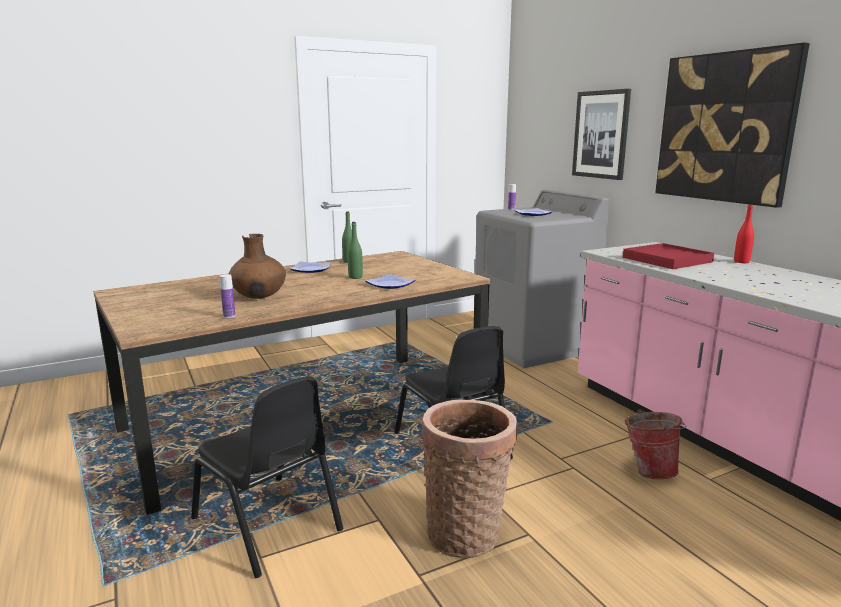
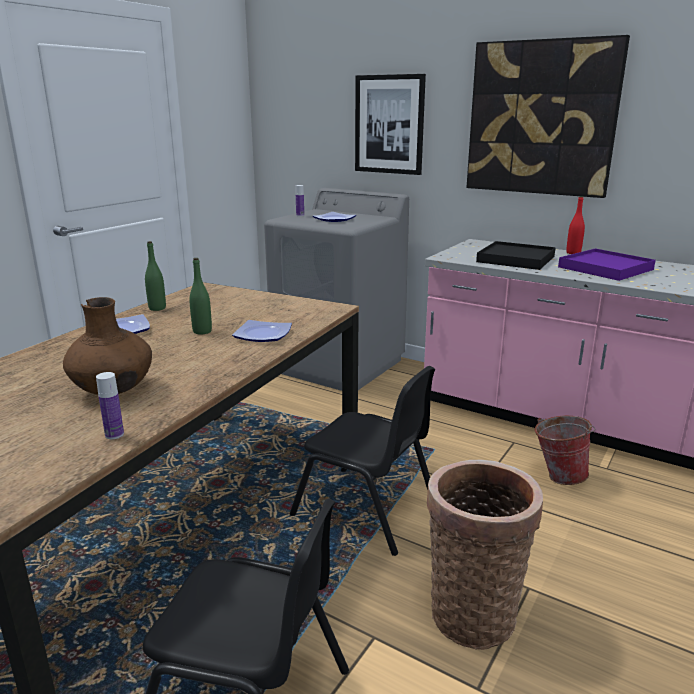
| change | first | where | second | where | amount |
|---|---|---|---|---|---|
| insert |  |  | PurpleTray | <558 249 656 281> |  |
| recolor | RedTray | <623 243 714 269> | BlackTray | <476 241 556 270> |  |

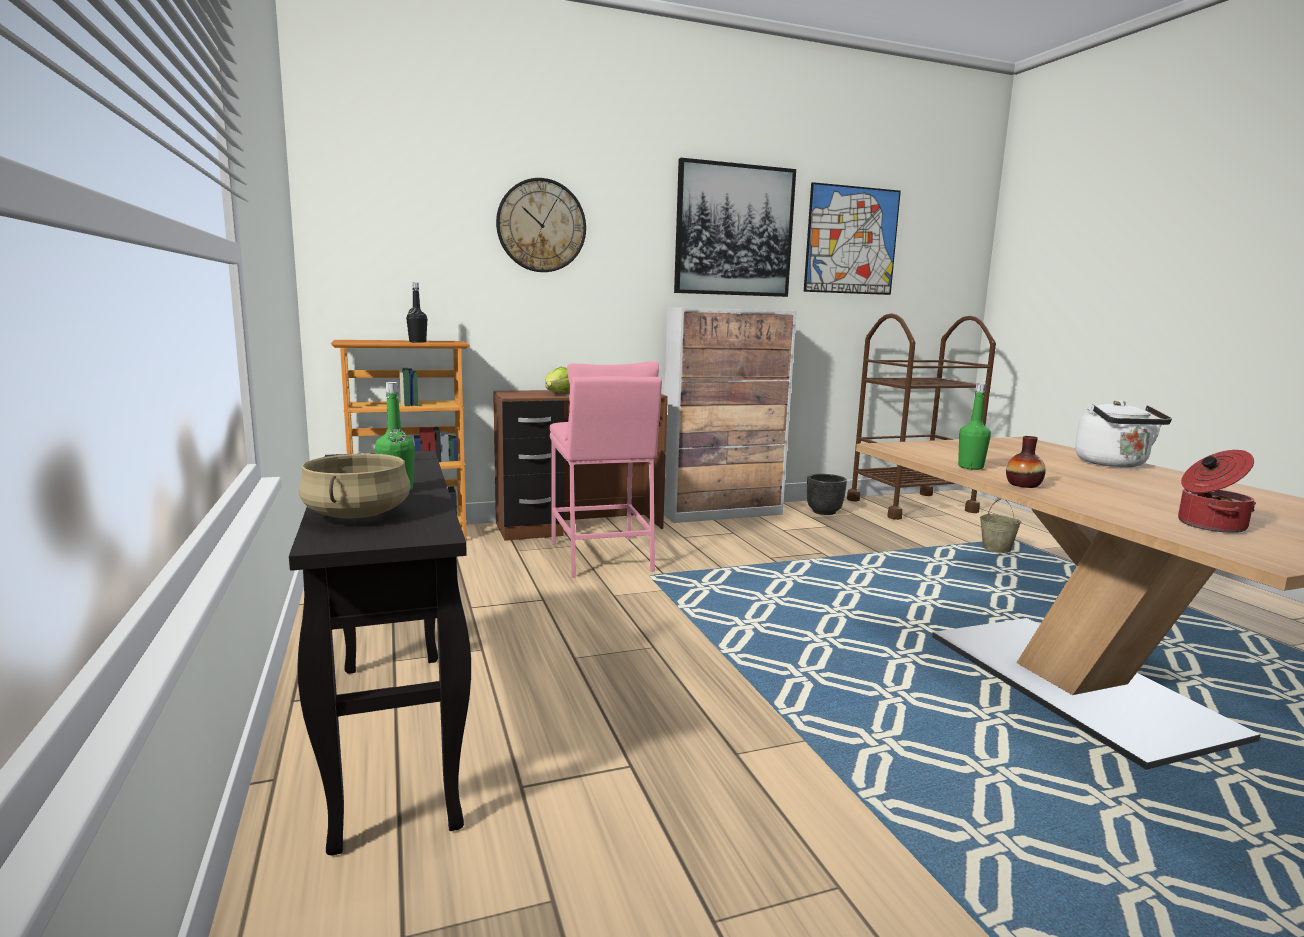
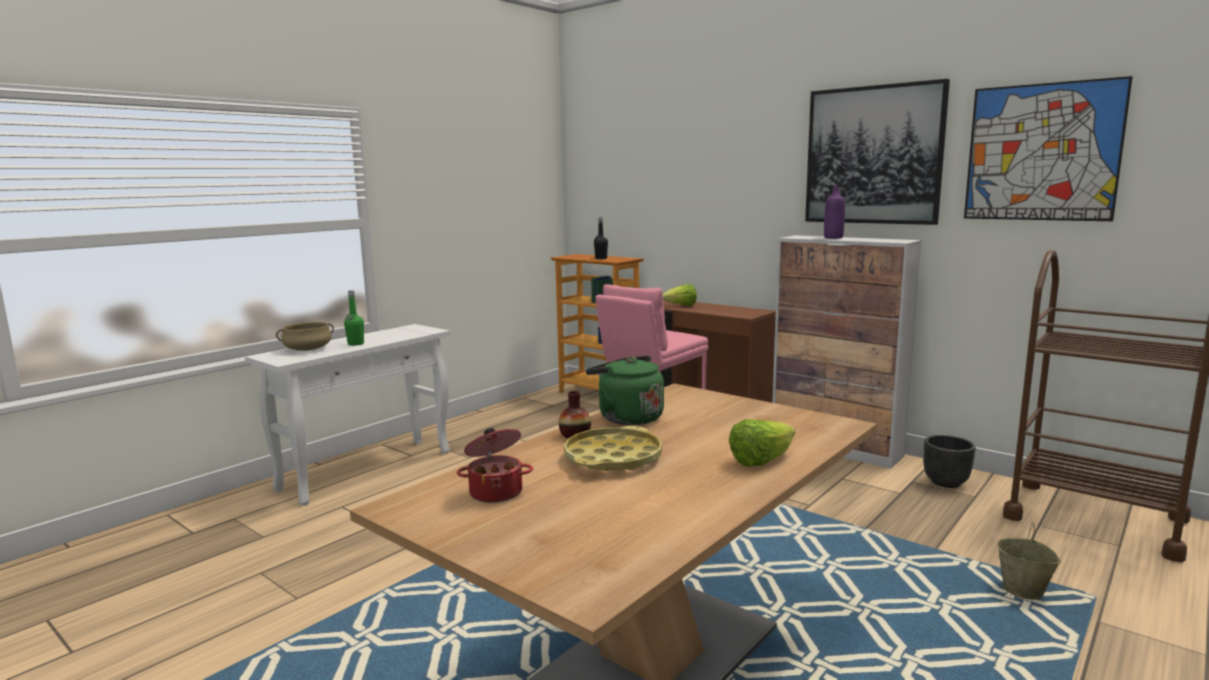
| change | first | where | second | where | amount |
|---|---|---|---|---|---|
| delete | WallClock | <496 178 586 272> |  |  |  |
| insert |  |  | YellowTray | <564 426 662 471> |  |
| insert |  |  | PurpleBottle | <824 186 845 239> |  |
| replace | GreenBottle | <958 384 991 470> | GreenKettle | <586 356 664 425> |  |
| replace | WhiteKettle | <1075 400 1172 467> | Lettuce | <729 419 795 467> |  |
| recolor | BlackConsoleTable | <289 451 471 855> | WhiteConsoleTable | <245 324 451 506> |  |

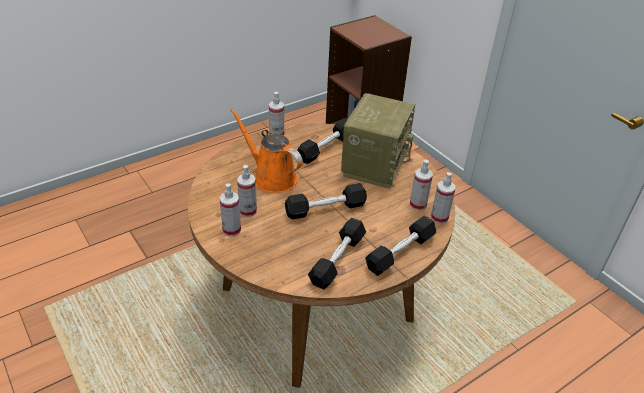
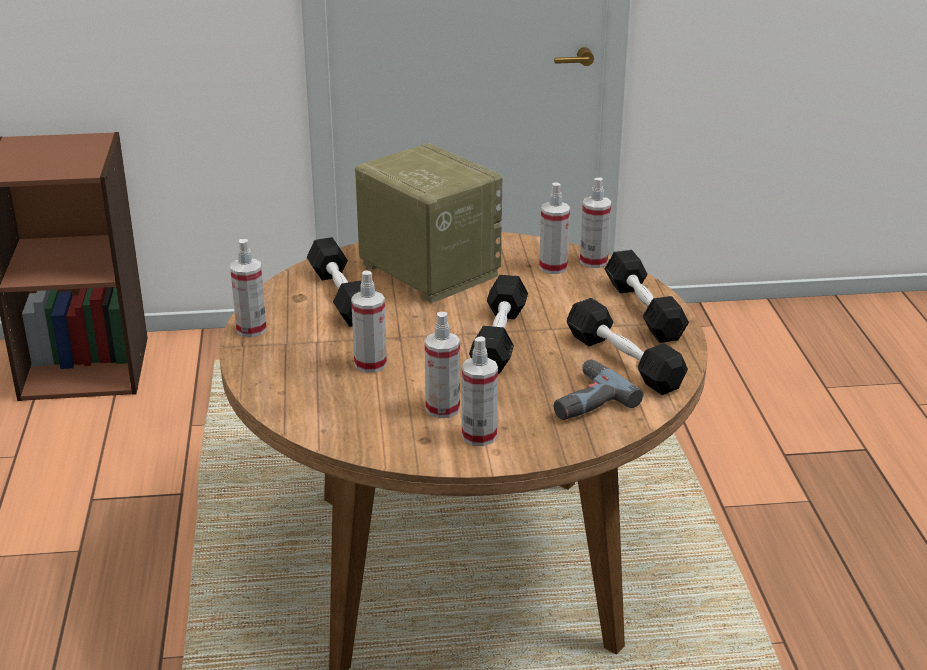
| change | first | where | second | where | amount |
|---|---|---|---|---|---|
| insert |  |  | PowerDrill | <554 359 643 420> |  |
| replace | OrangeWateringCan | <230 108 303 193> | SprayBottle | <351 271 387 373> |  |

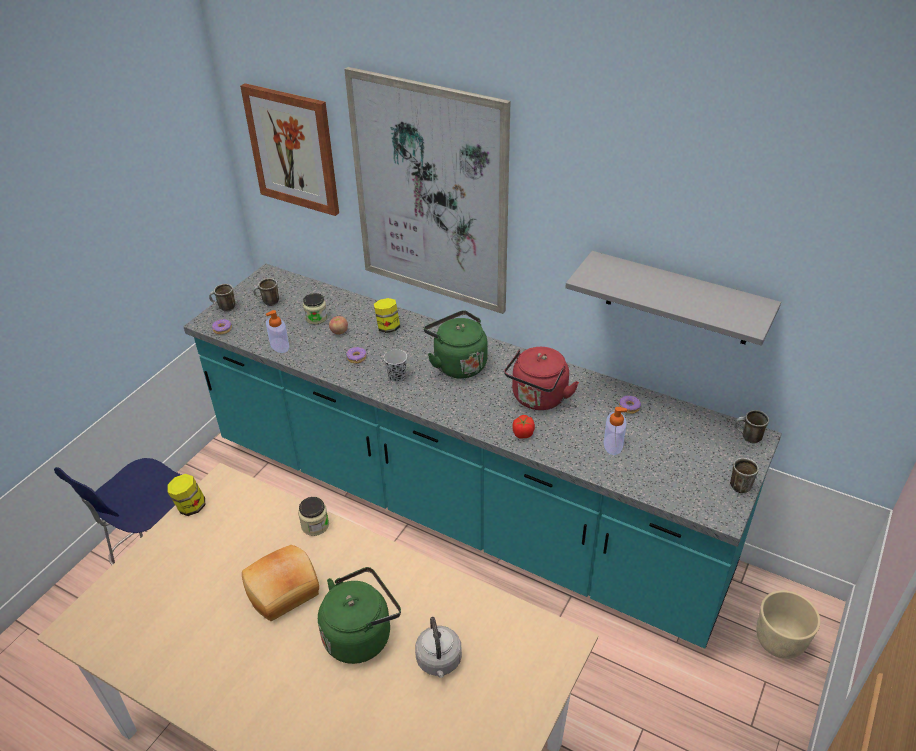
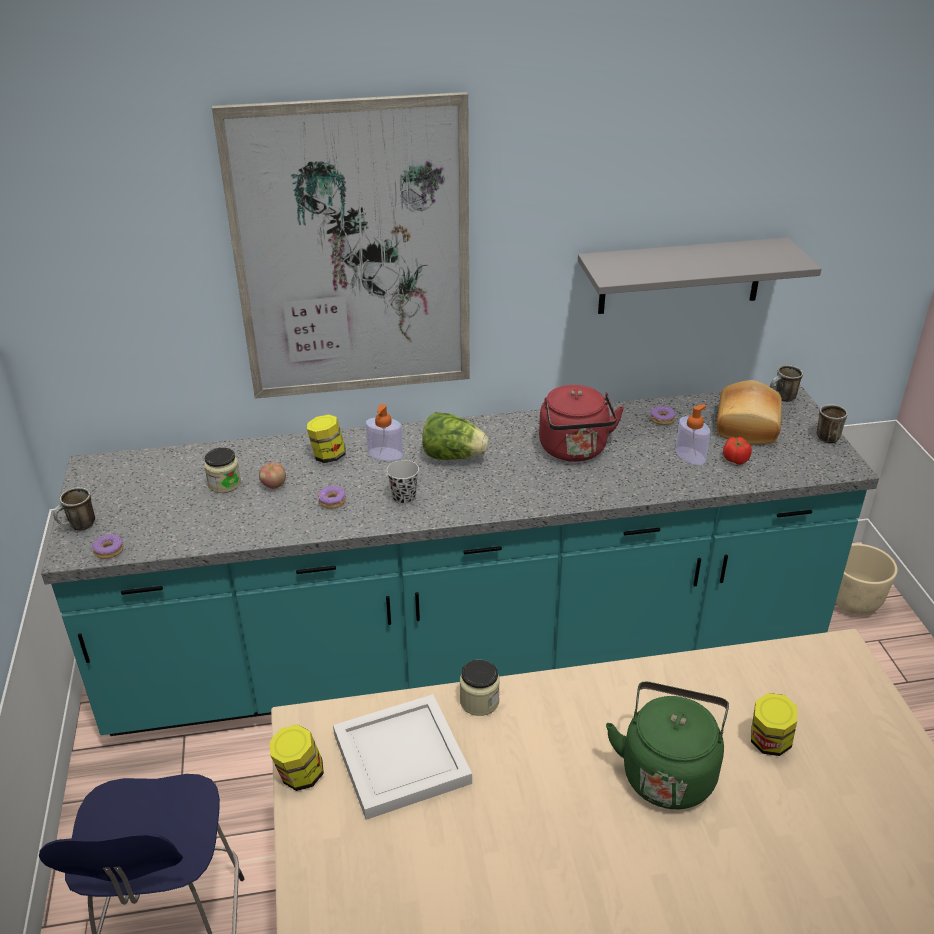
| change | first | where | second | where | amount |
|---|---|---|---|---|---|
| delete | Picture | <240 83 339 216> |  |  |  |
| delete | Mug | <253 278 279 306> |  |  |  |
| insert |  |  | WhiteTray | <333 694 472 820> |  |
| move | Bread | <242 545 319 621> |  | <717 380 782 445> |  |
| move | SoapDispenser | <266 310 289 353> |  | <366 404 403 461> |  |
| move | Tomato | <512 415 535 439> |  | <723 437 752 465> |  |
| replace | GreyKettle | <415 617 462 678> | Jar | <751 693 797 756> |  |
| replace | GreenKettle | <424 310 488 379> | Lettuce | <422 412 489 460> |  |

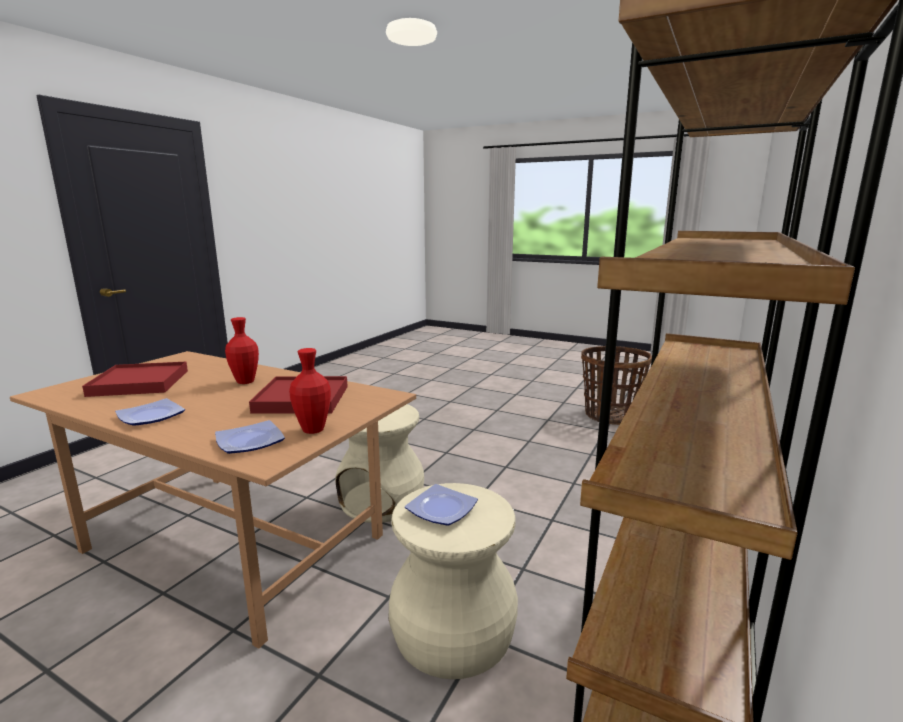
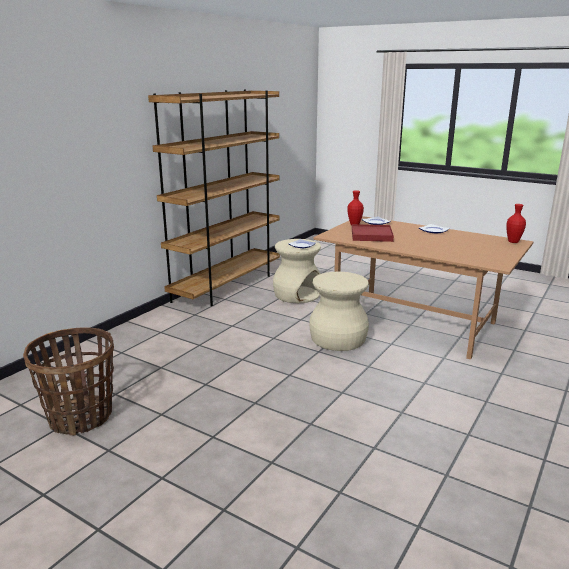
| change | first | where | second | where | amount |
|---|---|---|---|---|---|
| delete | RedTray | <82 362 188 397> |  |  |  |
| move | RedVase | <225 317 259 384> |  | <506 204 526 243> |  |

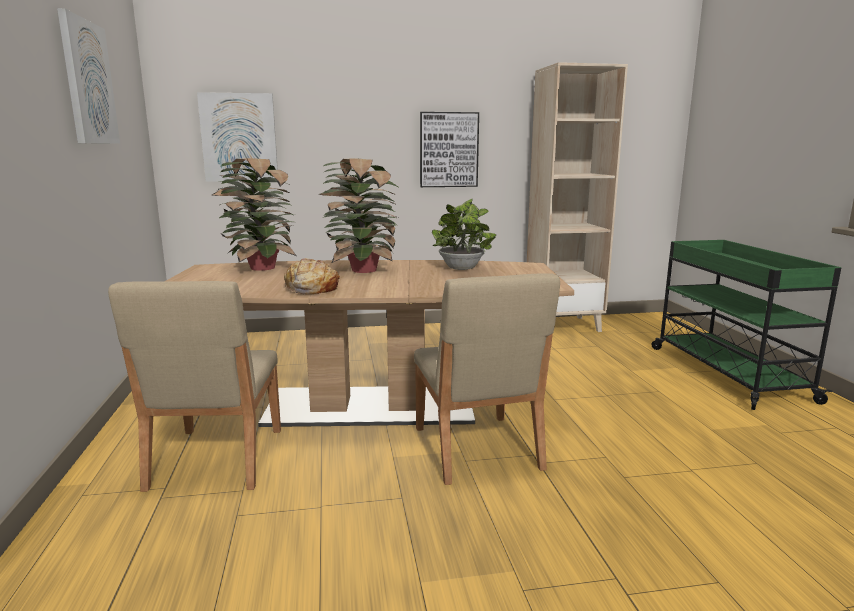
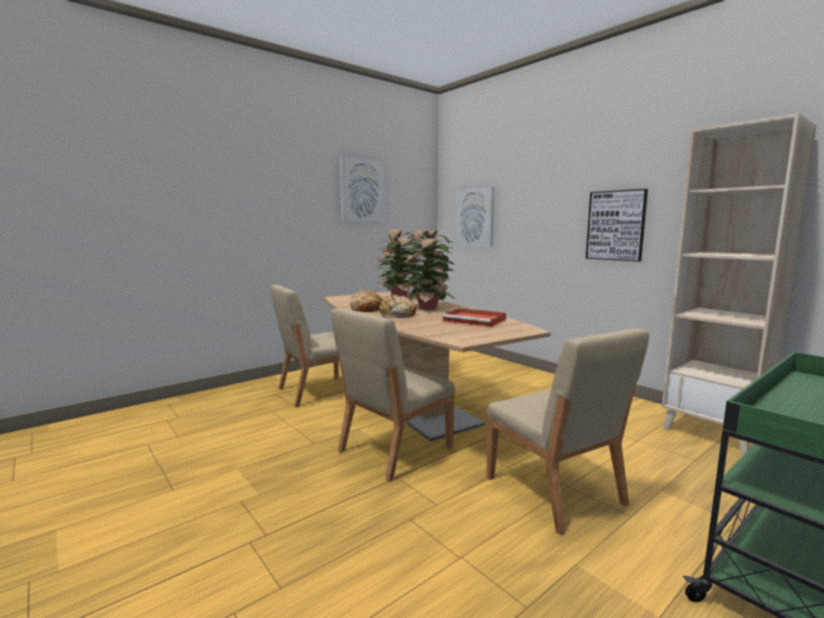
| change | first | where | second | where | amount |
|---|---|---|---|---|---|
| insert |  |  | Bread | <379 295 416 318> |  |
| insert |  |  | BeigeChair | <487 328 649 535> |  |
| replace | PottedPlant | <432 199 496 270> | RedTray | <442 308 506 327> |  |

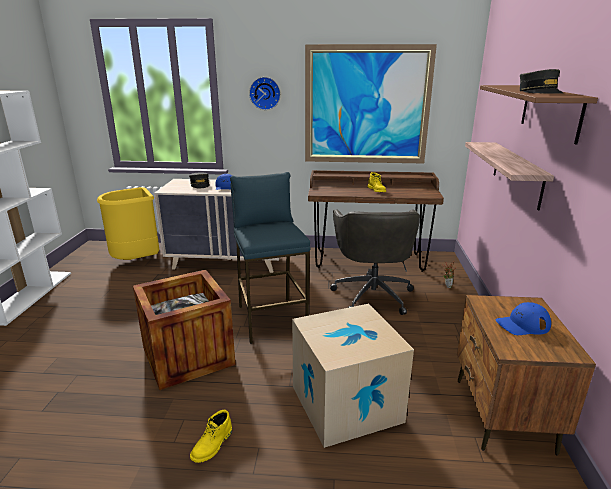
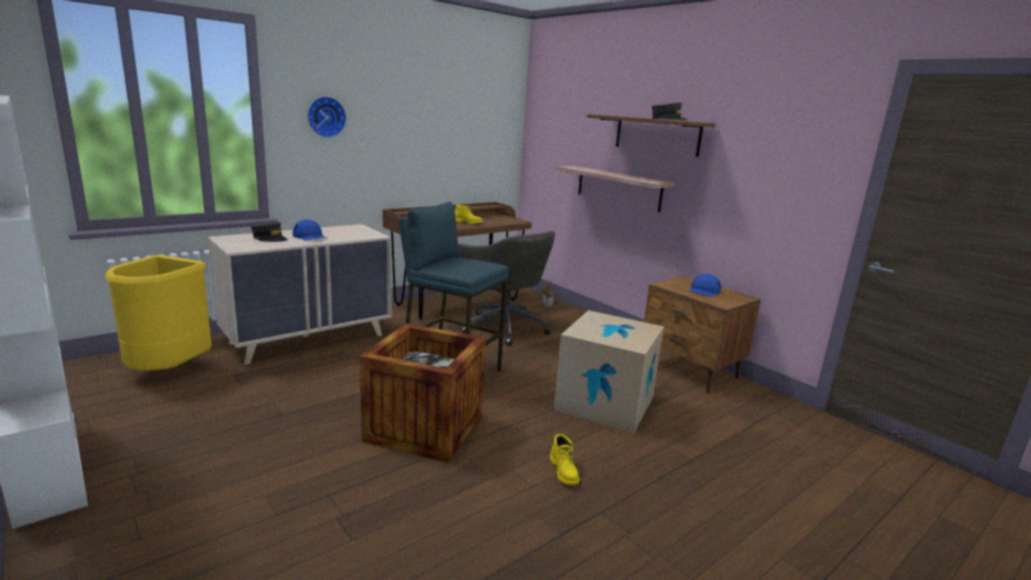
| change | first | where | second | where | amount |
|---|---|---|---|---|---|
| delete | Picture | <305 44 437 163> |  |  |  |

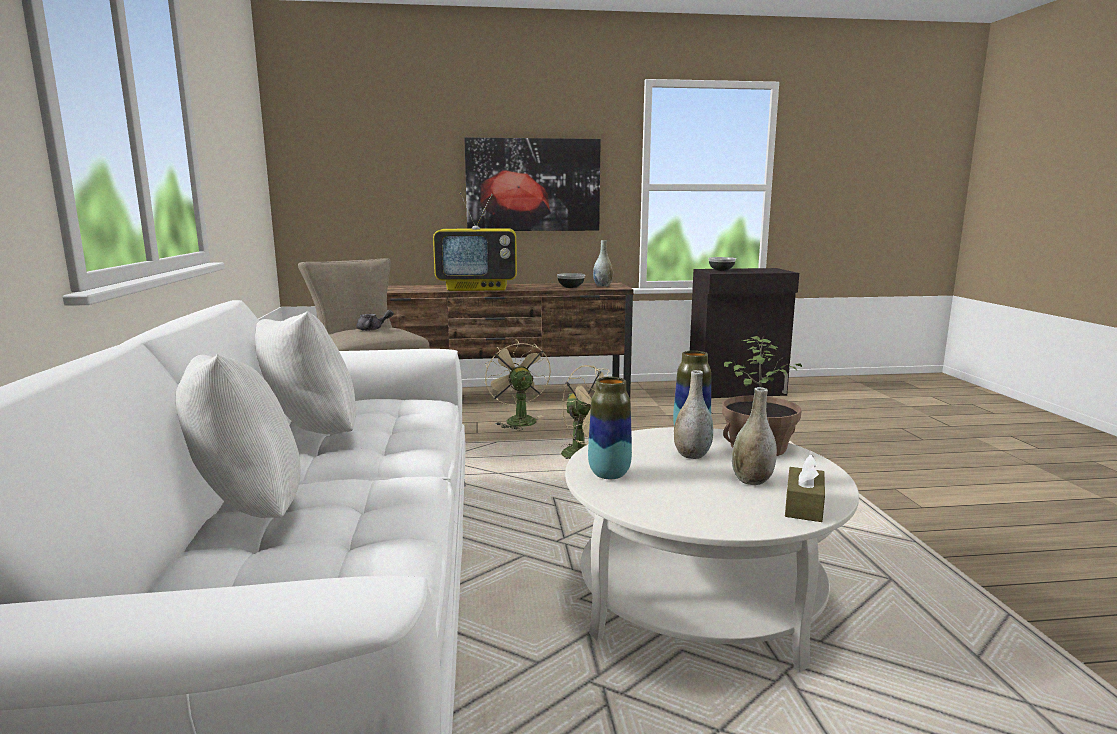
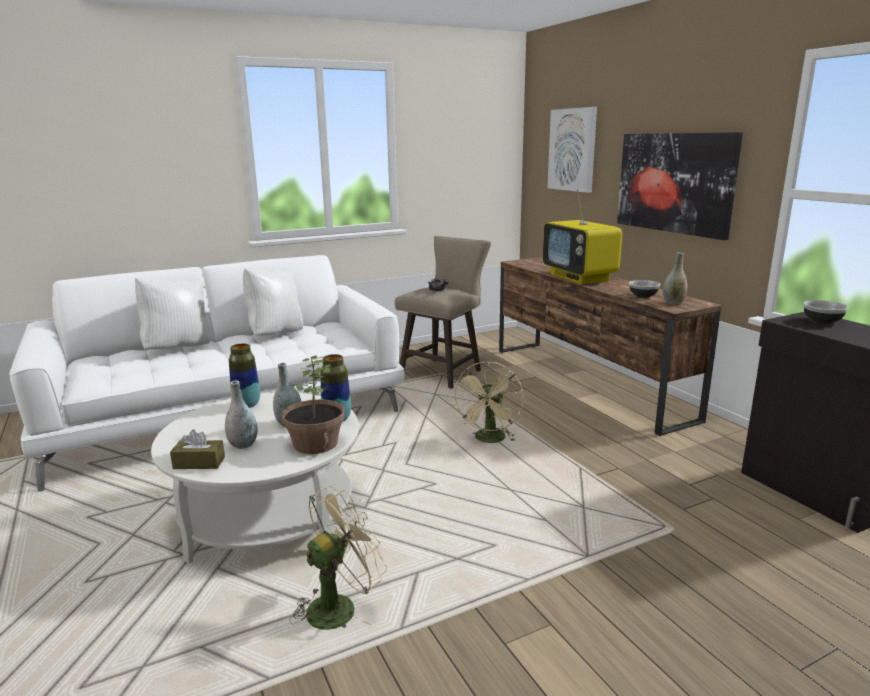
| change | first | where | second | where | amount |
|---|---|---|---|---|---|
| insert |  |  | Picture | <548 107 597 193> |  |
| move | BeigeFan | <485 339 551 430> |  | <289 486 388 630> |  |

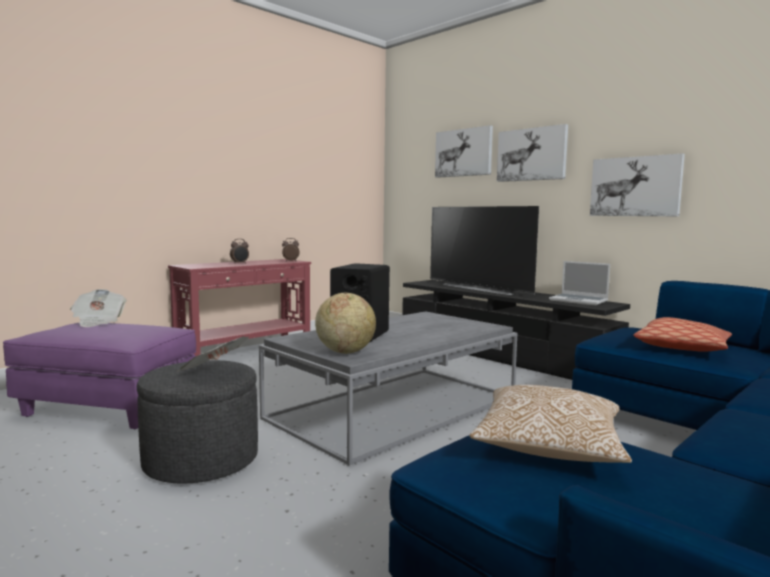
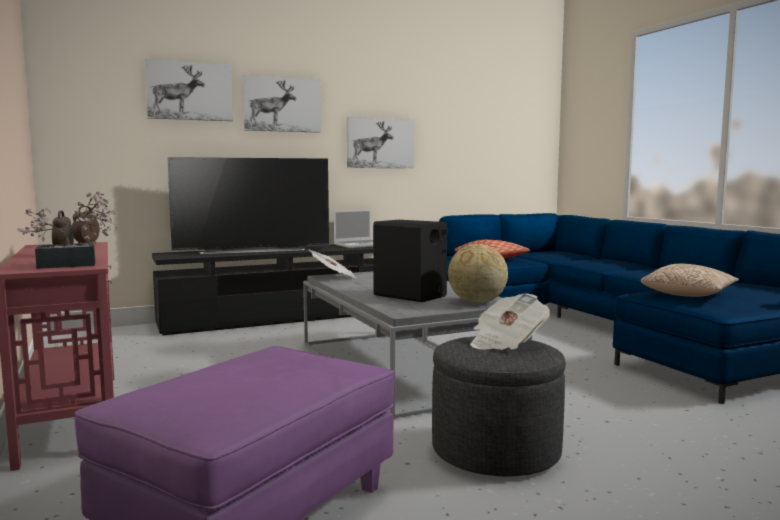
| change | first | where | second | where | amount |
|---|---|---|---|---|---|
| insert |  |  | PottedPlant | <17 191 118 269> |  |
| move | Newspaper | <70 289 127 327> |  | <307 249 357 279> |  |

